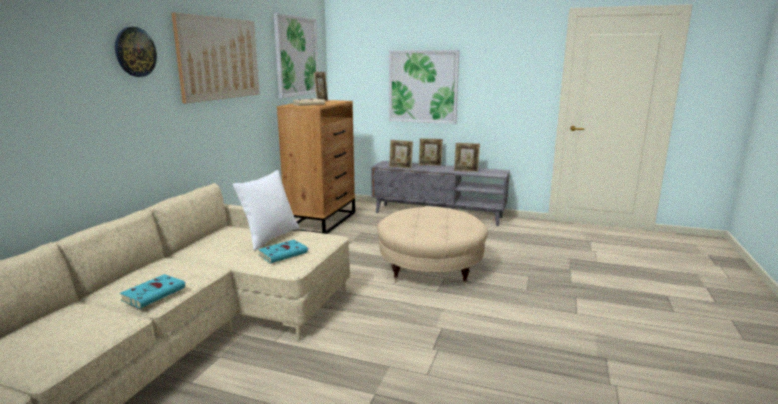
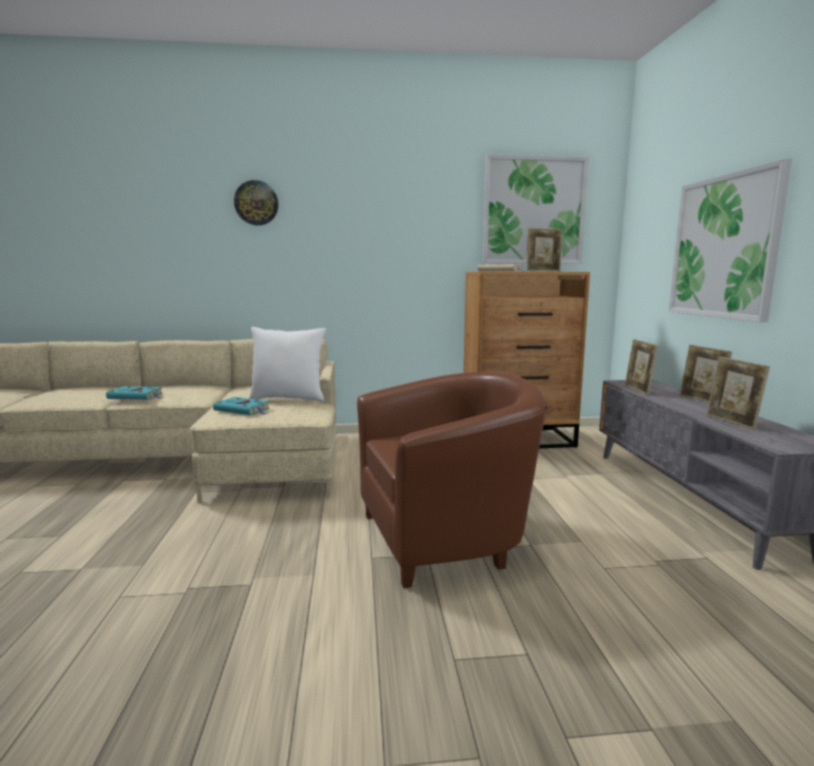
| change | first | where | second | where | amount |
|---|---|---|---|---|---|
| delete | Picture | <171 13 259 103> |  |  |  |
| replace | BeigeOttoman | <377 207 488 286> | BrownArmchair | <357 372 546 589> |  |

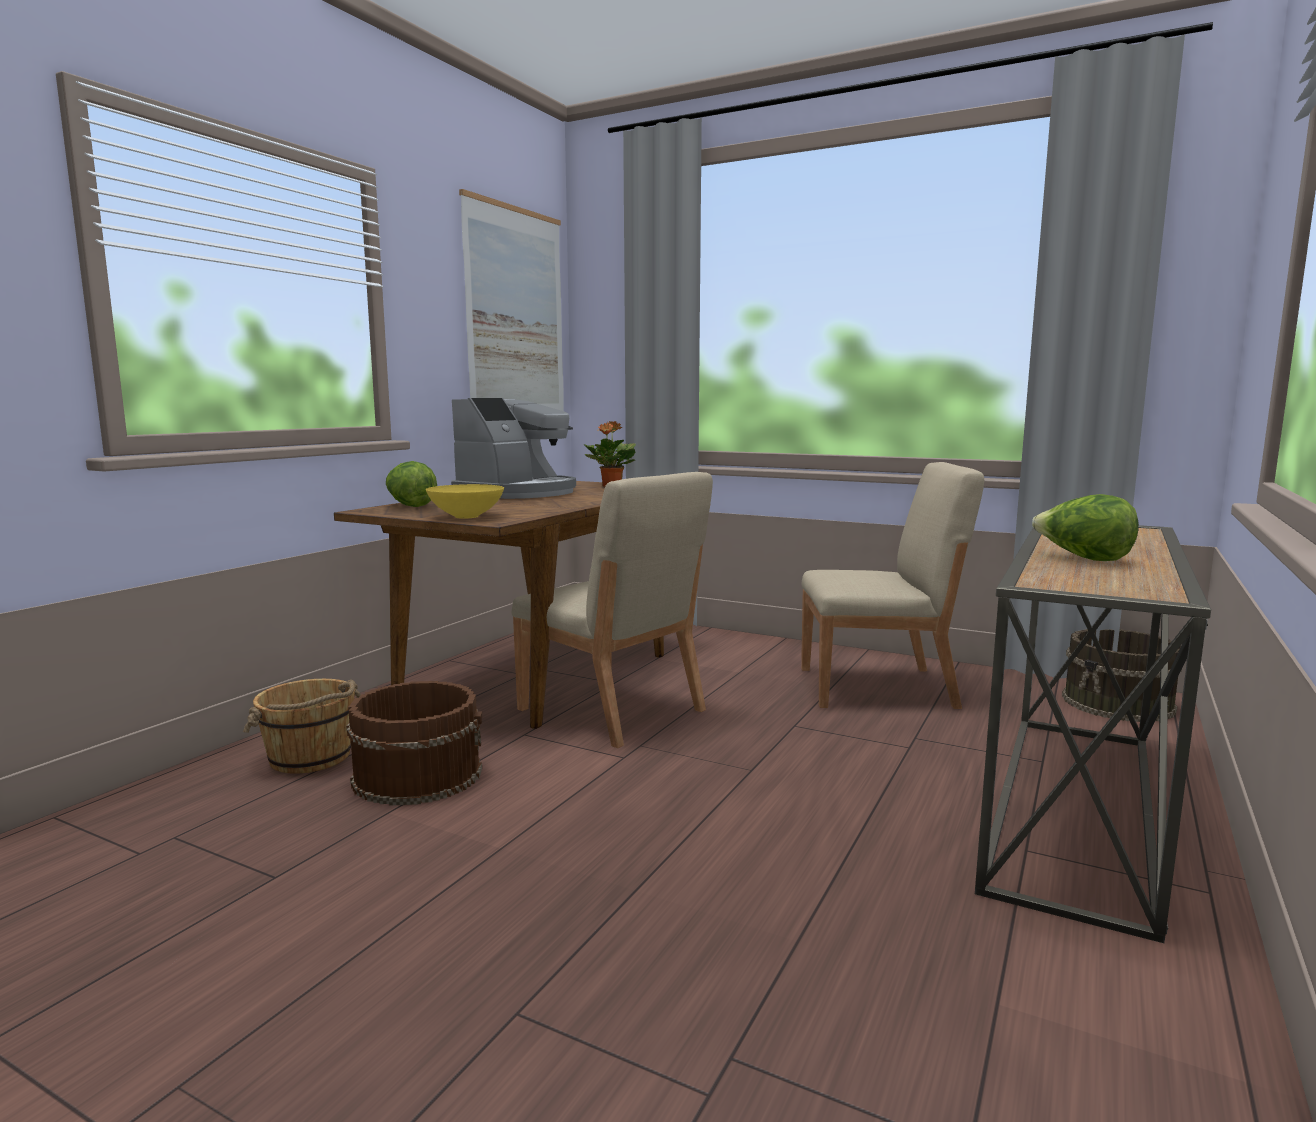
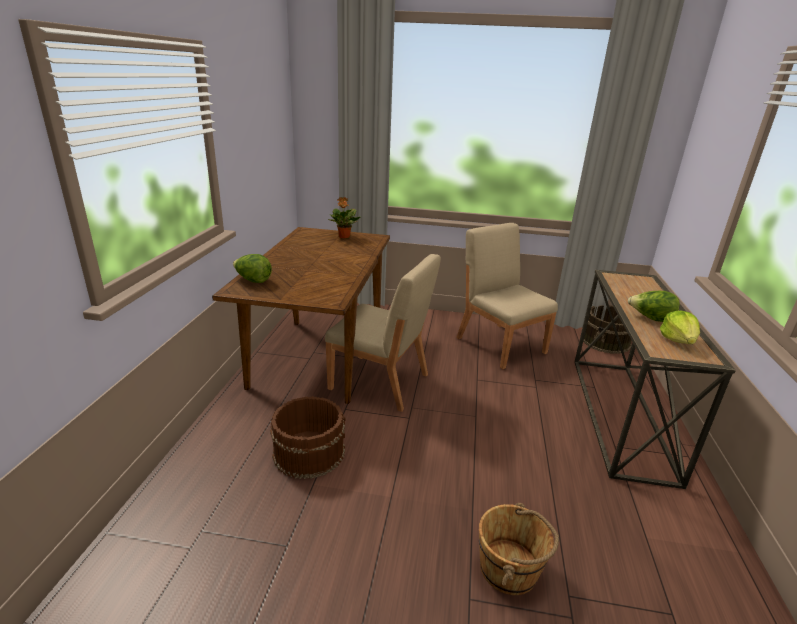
| change | first | where | second | where | amount |
|---|---|---|---|---|---|
| delete | YellowBowl | <426 484 504 519> |  |  |  |
| delete | CoffeeMachine | <451 398 576 499> |  |  |  |
| delete | Picture | <459 189 564 411> |  |  |  |
| insert |  |  | Lettuce | <660 310 700 344> |  |
| move | BrownBucket | <243 679 361 774> |  | <479 503 559 595> |  |
| rotate | BeigeChair | <801 462 984 709> |  | <456 223 558 369> | 105 degrees counterclockwise |

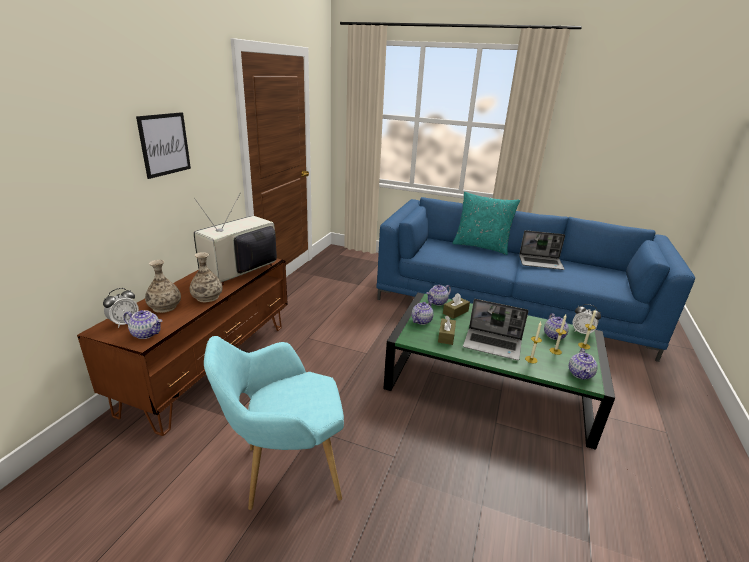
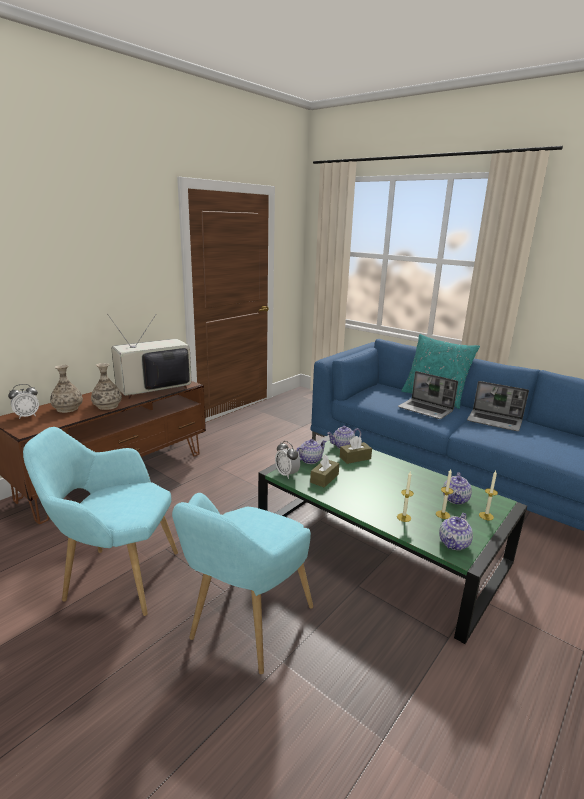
| change | first | where | second | where | amount |
|---|---|---|---|---|---|
| delete | Teapot | <123 310 162 339> |  |  |  |
| delete | Picture | <136 112 191 179> |  |  |  |
| insert |  |  | TurquoiseArmchair | <172 493 313 674> |  |
| move | Laptop | <463 299 528 360> |  | <398 371 458 419> |  |
| move | AlarmClock | <572 304 601 334> |  | <275 441 300 479> |  |

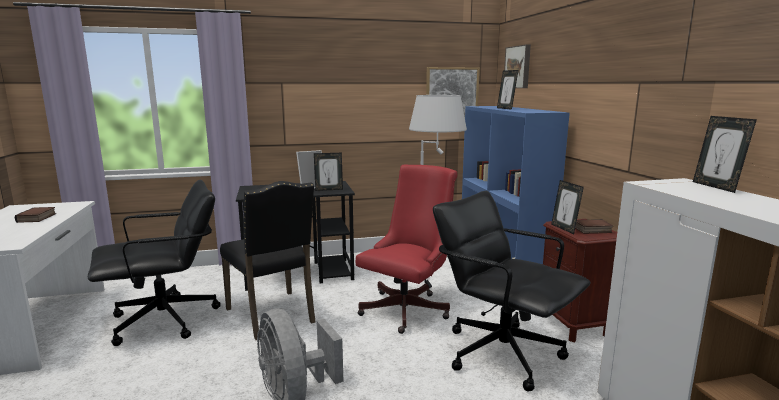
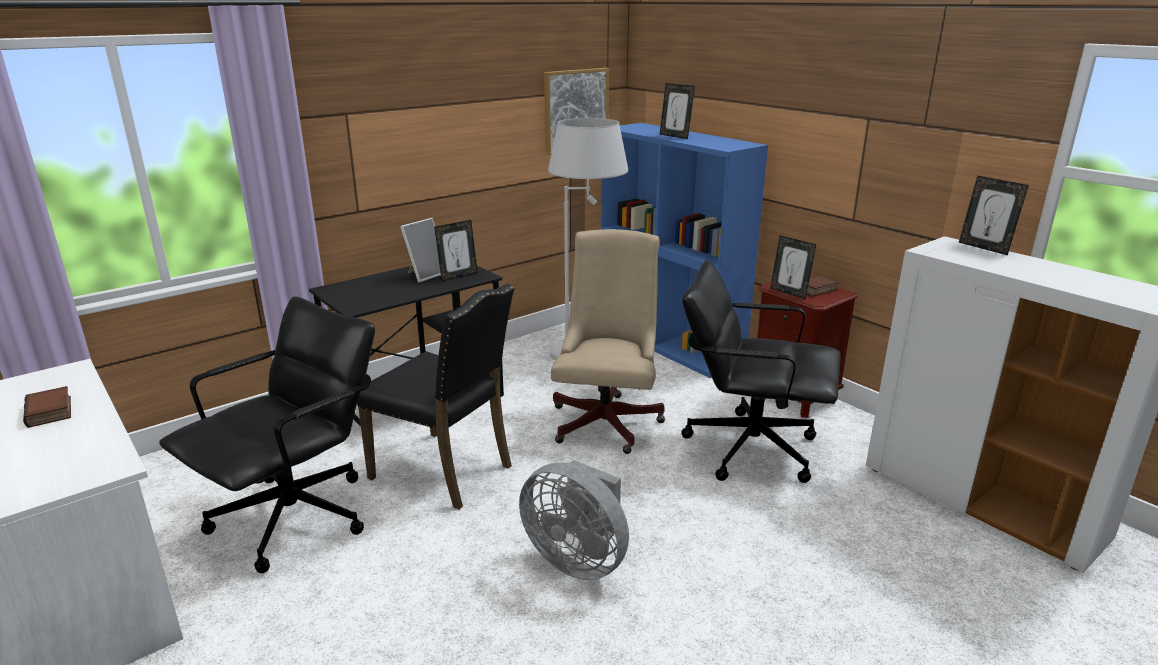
| change | first | where | second | where | amount |
|---|---|---|---|---|---|
| delete | Picture | <504 44 531 88> |  |  |  |
| recolor | RedOfficeChair | <356 165 458 334> | BeigeOfficeChair | <551 229 665 454> |  |

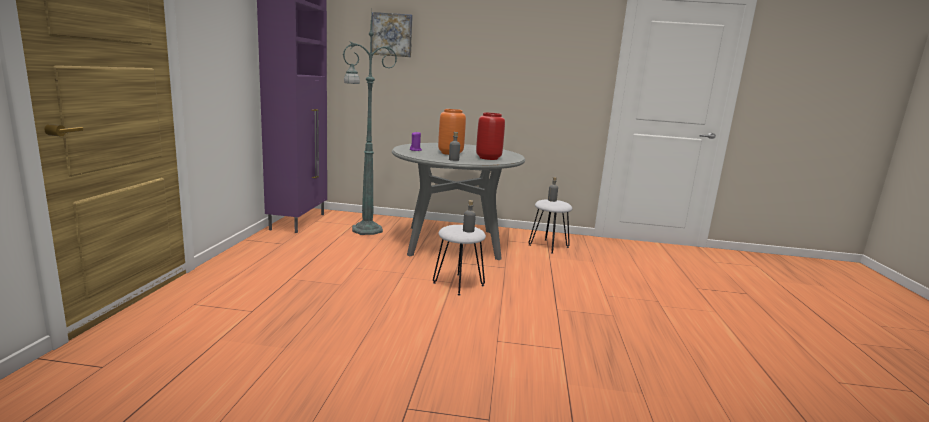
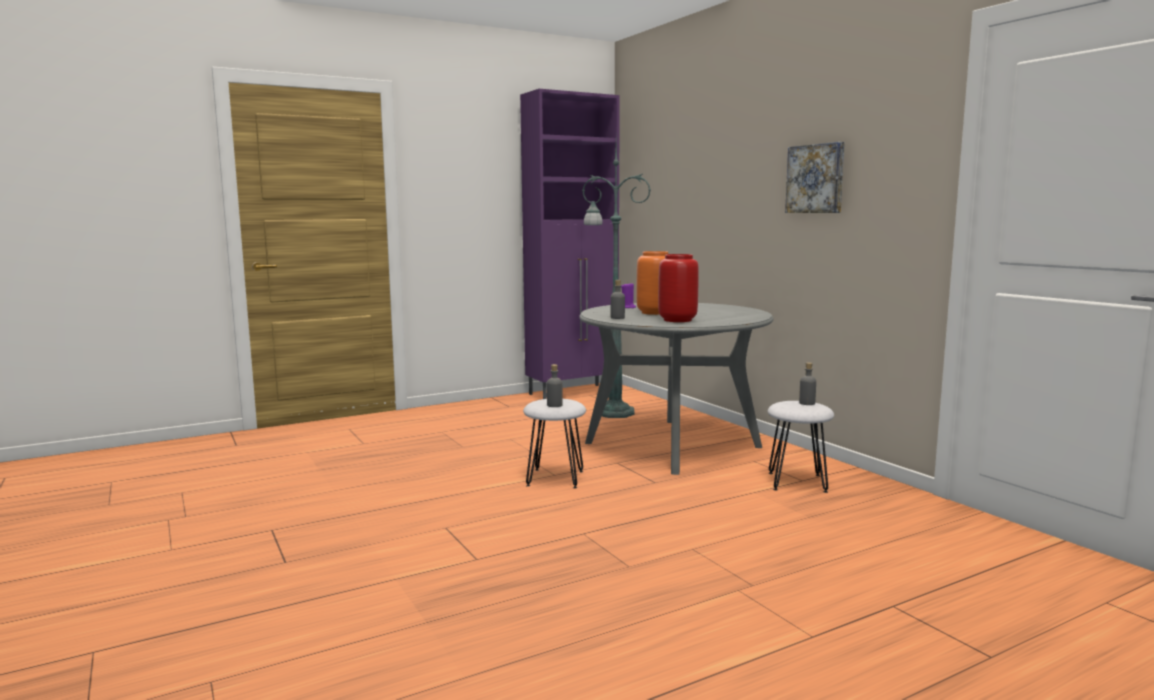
| change | first | where | second | where | amount |
|---|---|---|---|---|---|
| move | Picture | <371 12 413 57> |  | <785 142 845 213> |  |

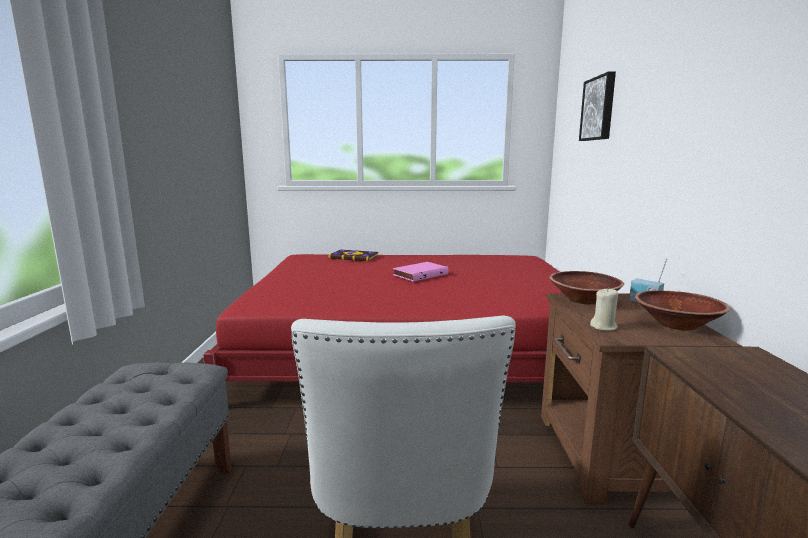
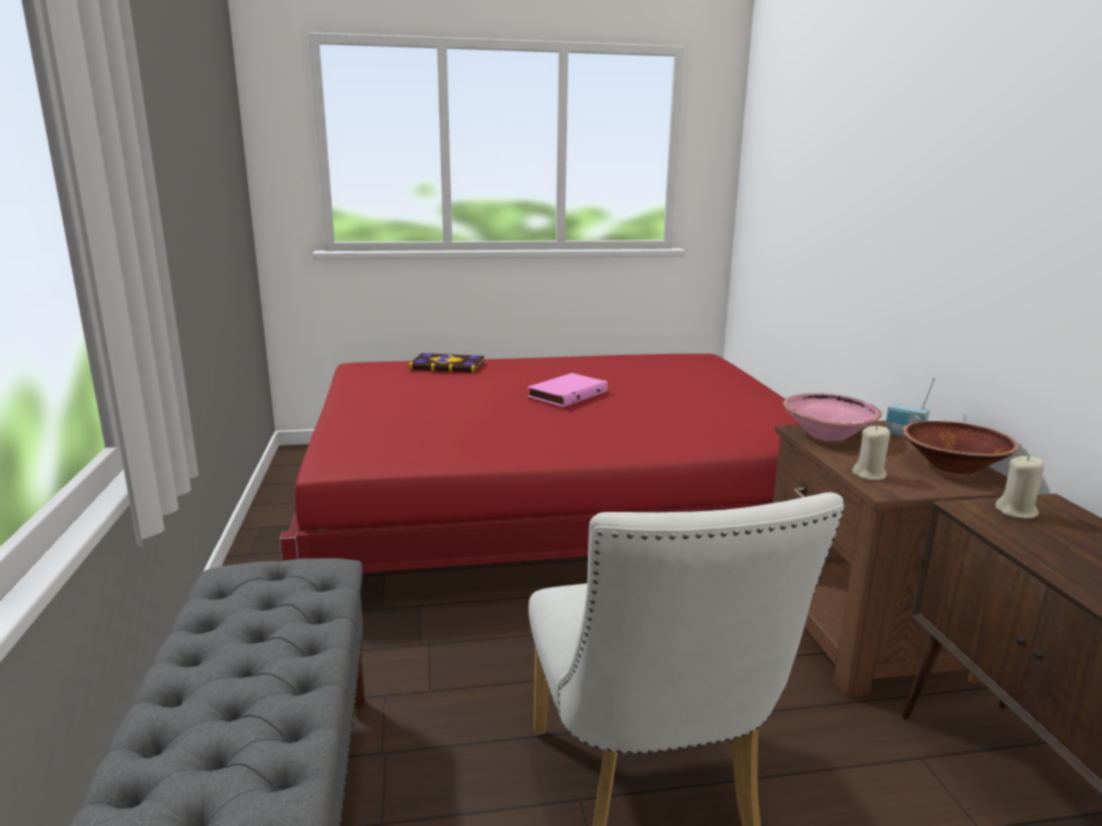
| change | first | where | second | where | amount |
|---|---|---|---|---|---|
| delete | Picture | <579 72 616 141> |  |  |  |
| insert |  |  | BeigeCandle | <995 455 1044 519> |  |
| recolor | BrownBowl | <549 271 624 304> | PinkBowl | <783 393 882 441> |  |

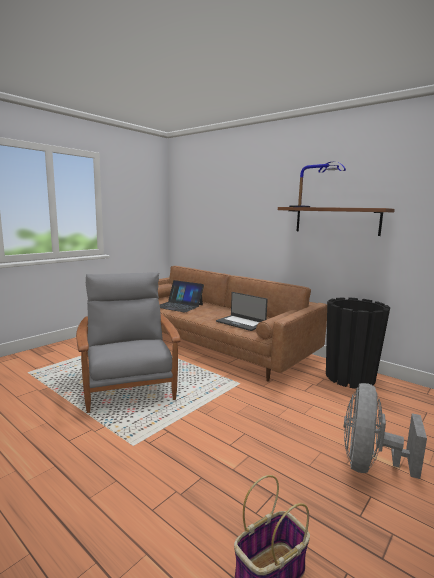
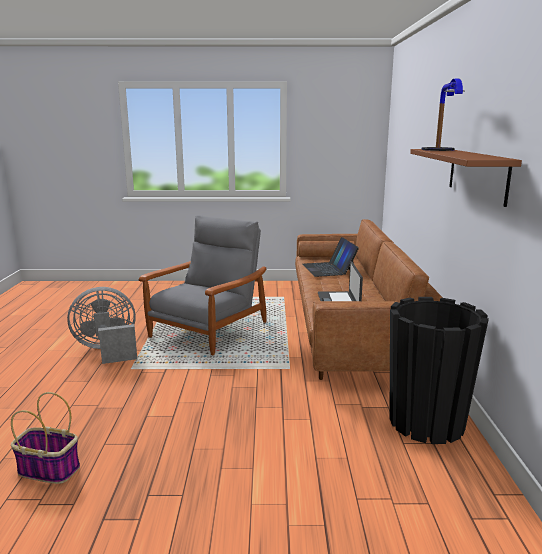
| change | first | where | second | where | amount |
|---|---|---|---|---|---|
| move | GreyFan | <344 383 427 479> |  | <67 287 137 364> |  |

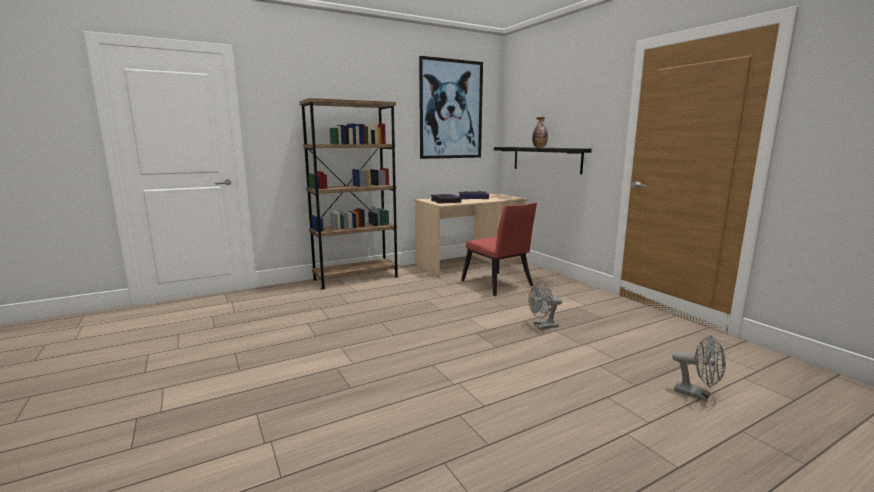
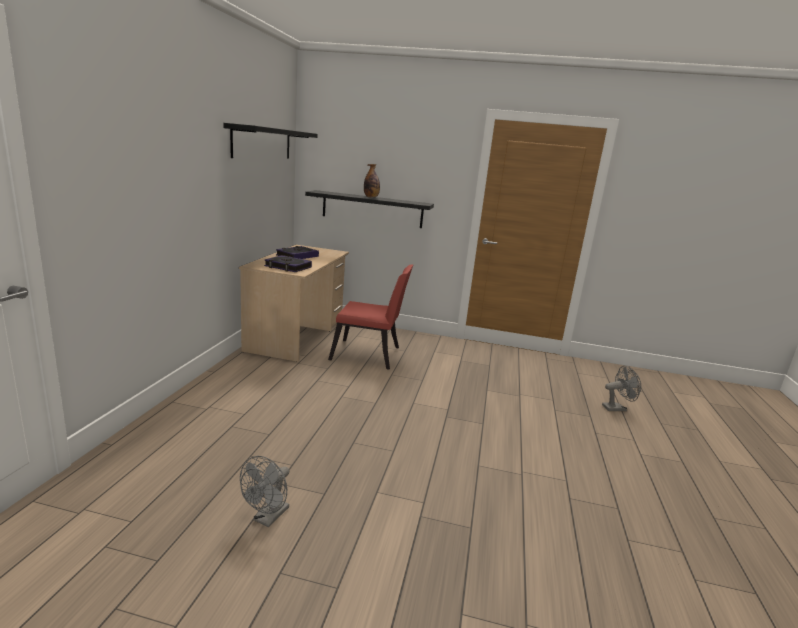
| change | first | where | second | where | amount |
|---|---|---|---|---|---|
| delete | BrownBookcase | <299 98 399 290> |  |  |  |
| move | GreyFan | <528 282 562 329> |  | <240 456 289 527> |  |
| replace | Picture | <419 56 483 159> | BlackShelf | <223 123 318 159> |  |

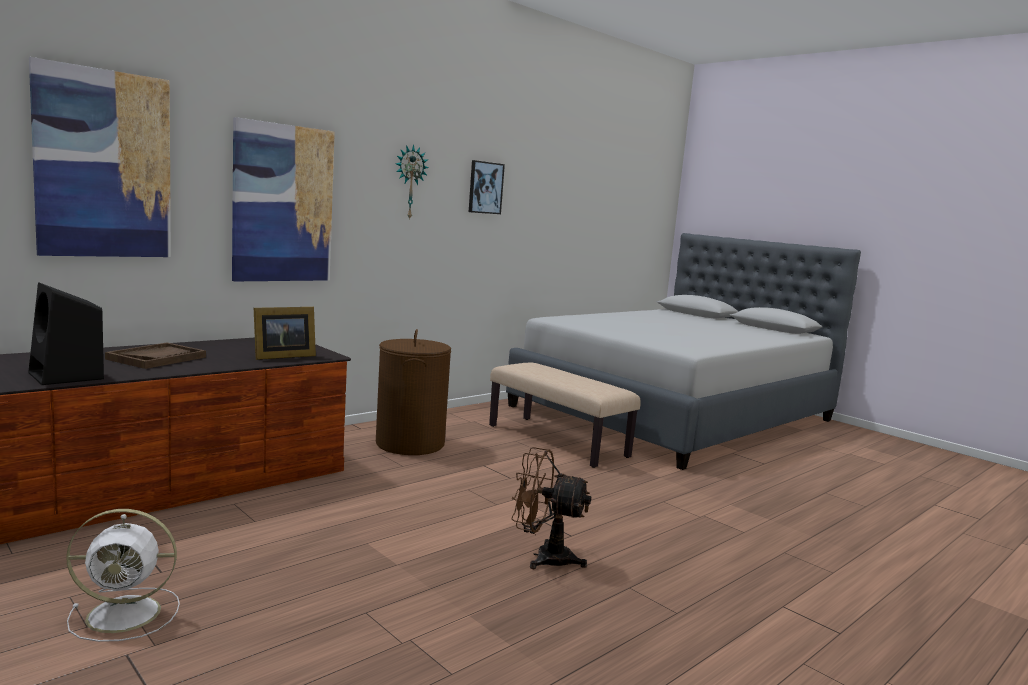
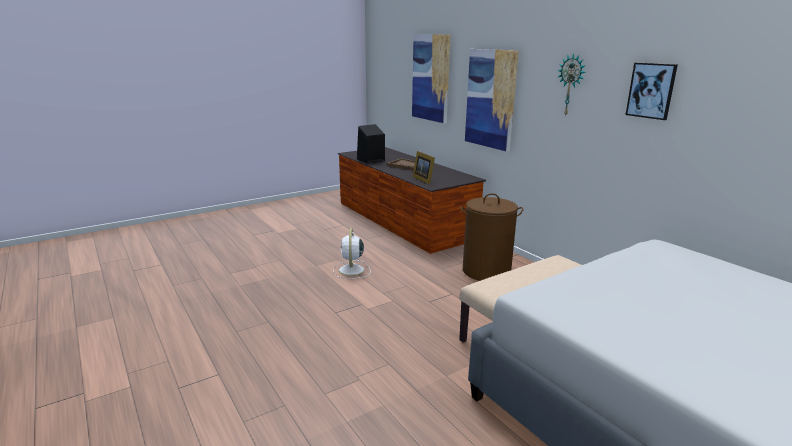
| change | first | where | second | where | amount |
|---|---|---|---|---|---|
| delete | BrownFan | <512 447 591 569> |  |  |  |
| move | WhiteFan | <66 509 180 642> |  | <333 228 371 279> |  |

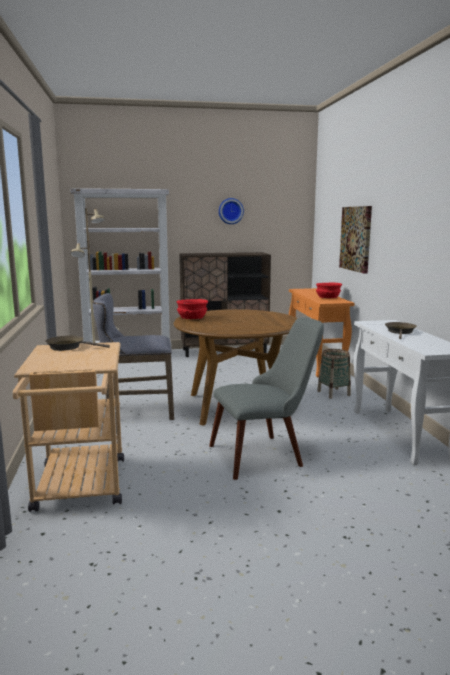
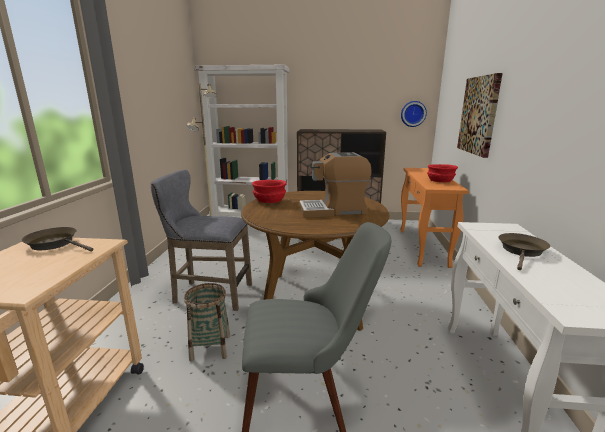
| change | first | where | second | where | amount |
|---|---|---|---|---|---|
| insert |  |  | CoffeeMachine | <299 152 372 218> |  |
| move | WallClock | <219 198 244 224> |  | <401 101 427 127> |  |
| move | Basket | <317 349 351 399> |  | <184 283 230 361> |  |

